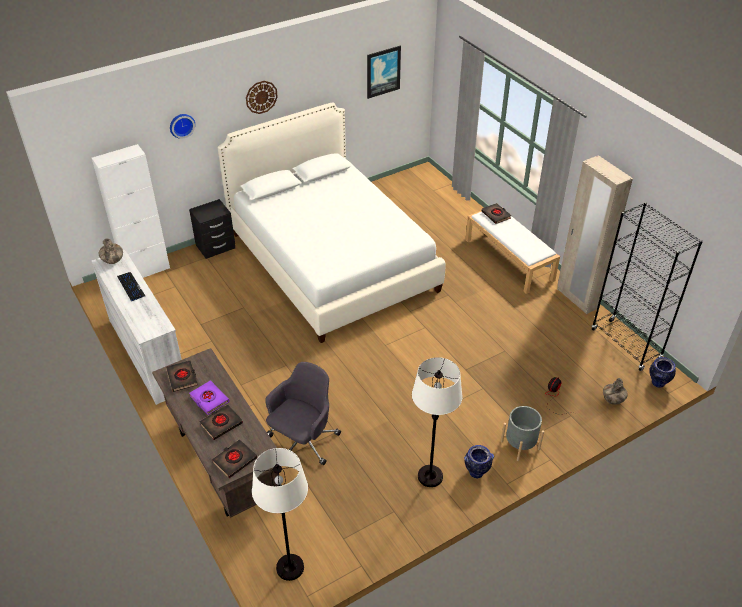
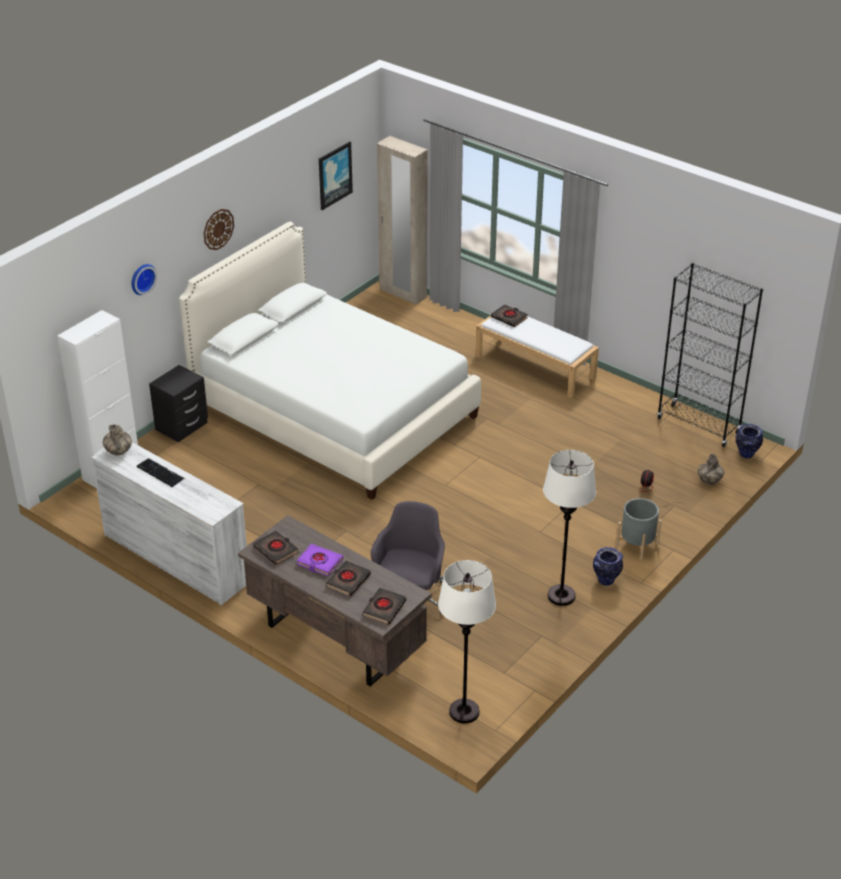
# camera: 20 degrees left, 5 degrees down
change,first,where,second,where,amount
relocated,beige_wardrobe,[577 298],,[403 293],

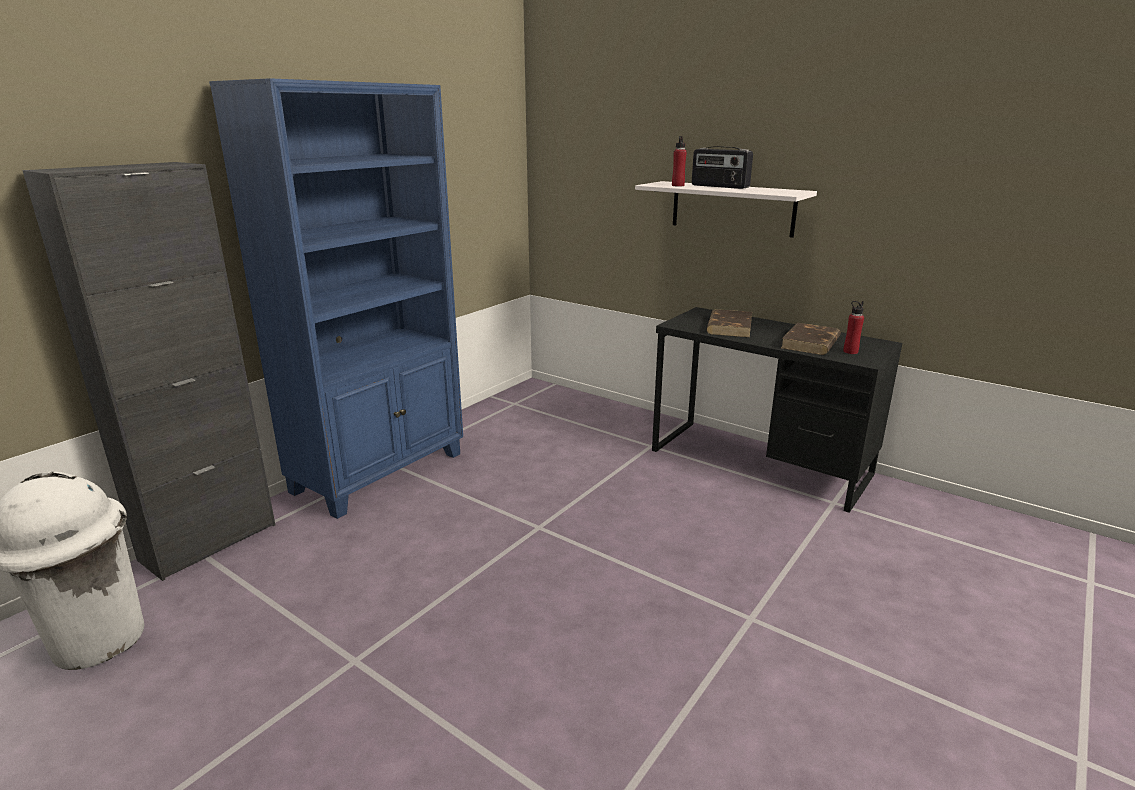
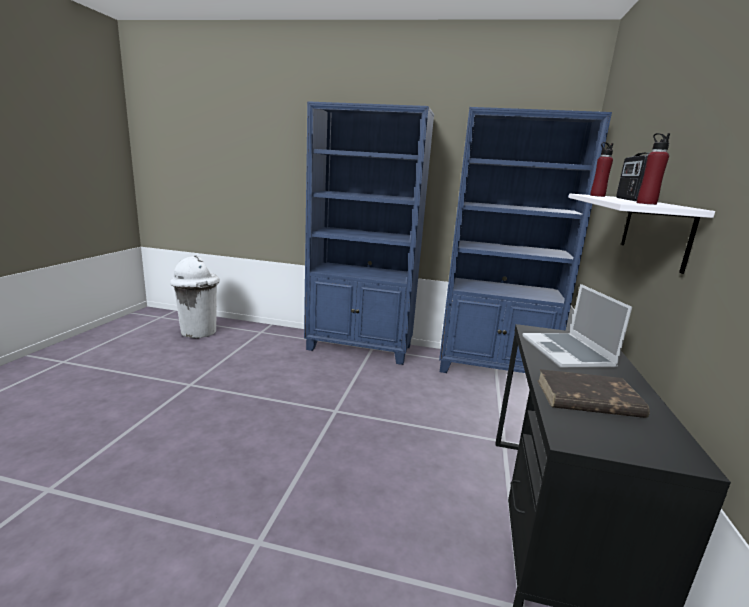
# camera: 65 degrees right, 5 degrees down
change,first,where,second,where,amount
missing,black_cabinet,[209 542],,,
exchanged,brown_book,[729 326],laptop,[568 352],
relocated,red_bottle,[850 351],,[646 203],
appeared,,,blue_bookcase,[493 370],

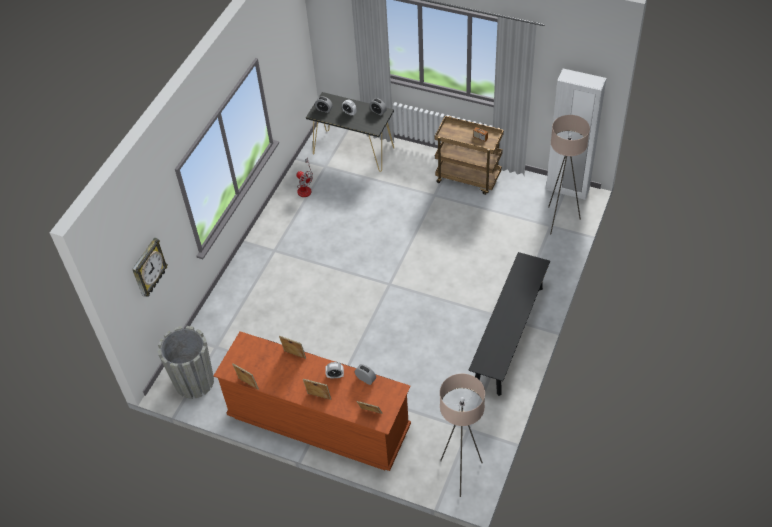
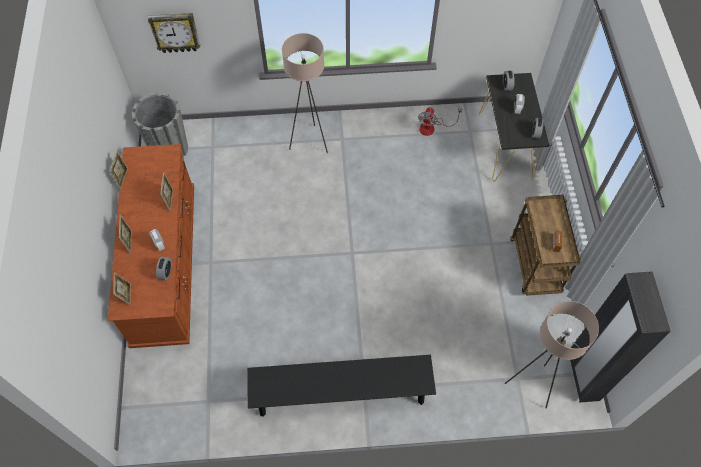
# camera: 60 degrees right, 10 degrees up
change,first,where,second,where,amount
relocated,beige_floor_lamp,[460 473],,[310 142],
colour,white_wardrobe,[567 189],black_wardrobe,[583 376],

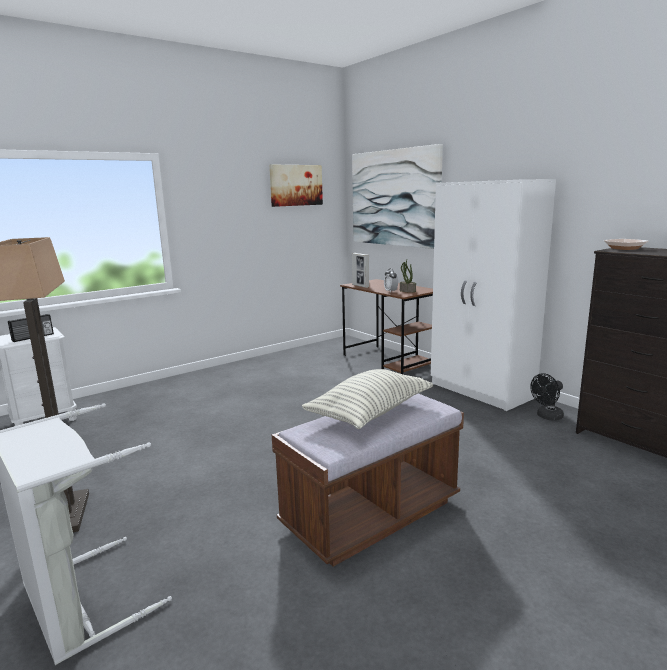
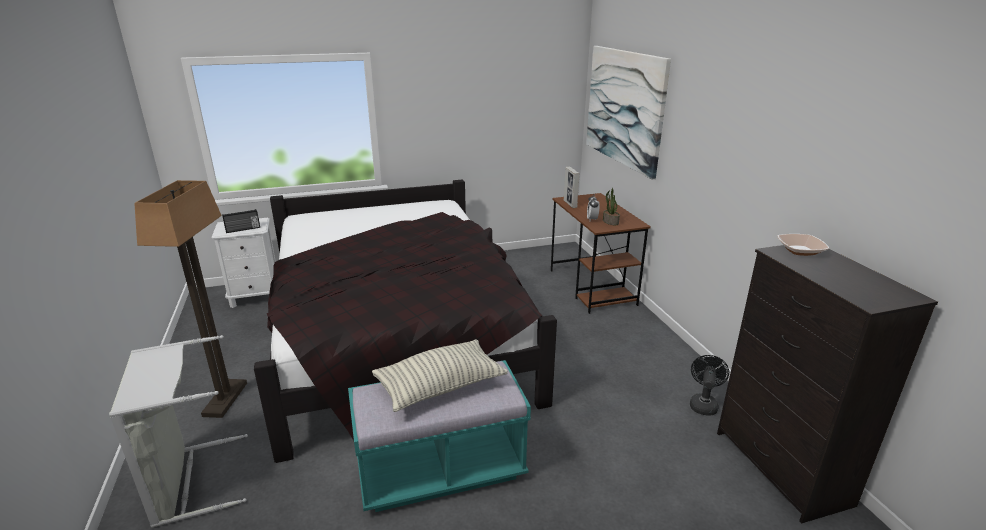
# camera: 20 degrees right, 10 degrees up
change,first,where,second,where,amount
missing,picture,[296 185],,,
colour,brown_bench,[371 514],turquoise_bench,[441 470],
missing,white_wardrobe,[482 391],,,
spun,black_fan,[547 417],,[703 404],120 degrees clockwise
appeared,,,black_bed,[397 336],

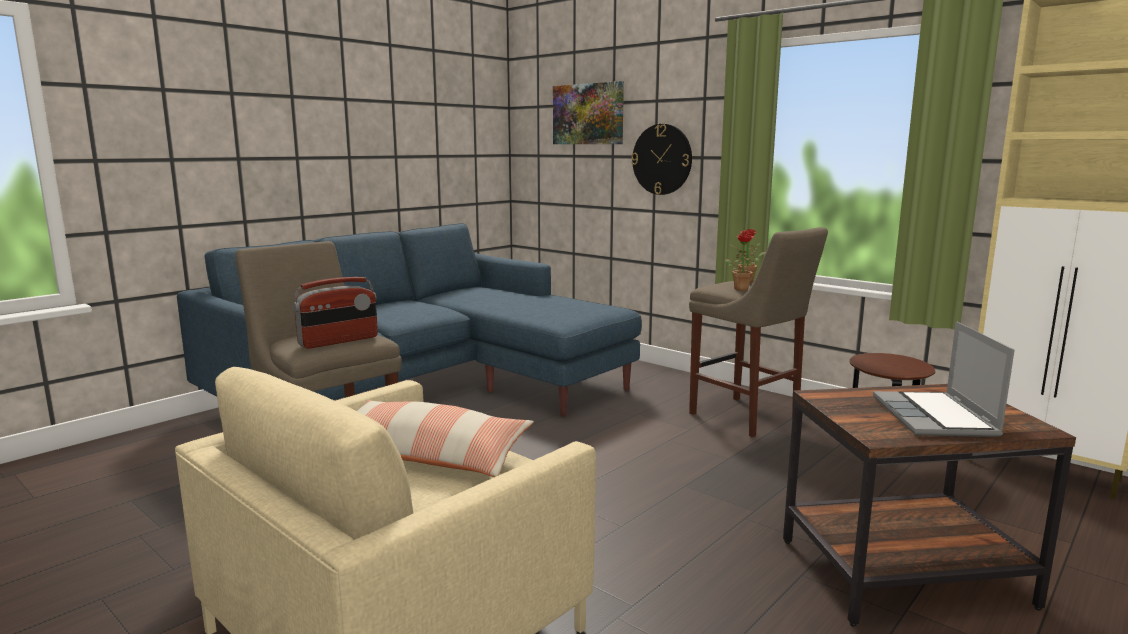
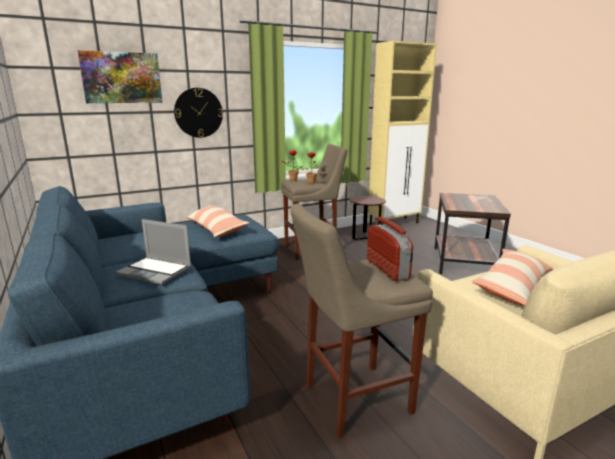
# camera: 70 degrees left, 5 degrees up
change,first,where,second,where,amount
relocated,laptop,[935 417],,[156 271],
appeared,,,pillow,[216 228],

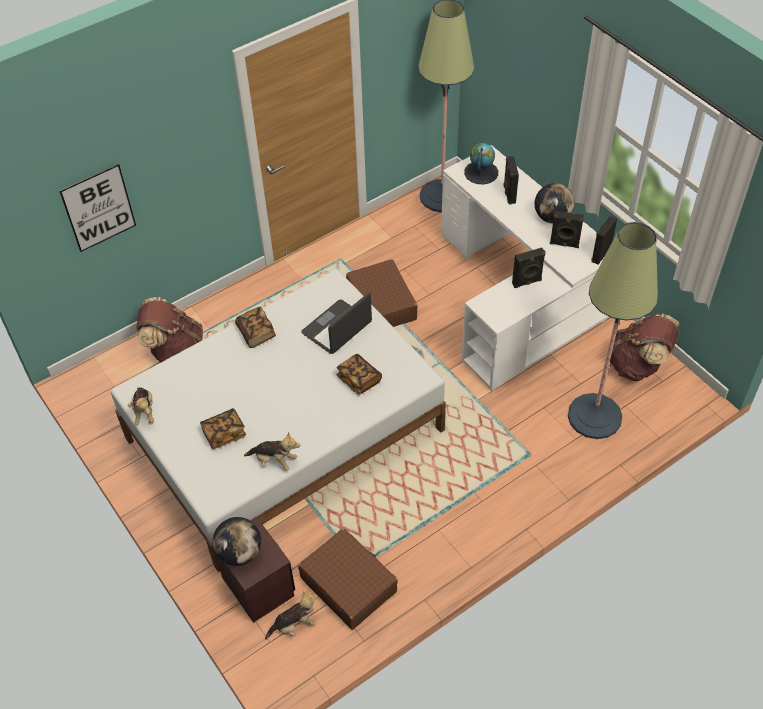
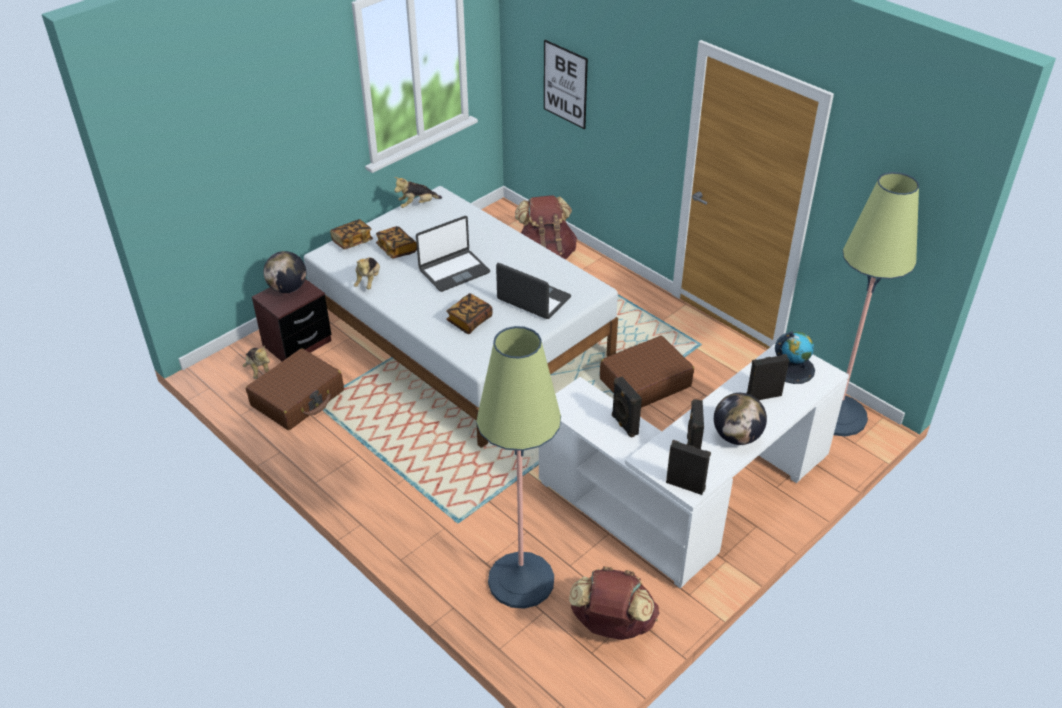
# camera: 80 degrees right, 10 degrees down
change,first,where,second,where,amount
relocated,book,[256 333],,[352 241],
appeared,,,laptop,[454 271],

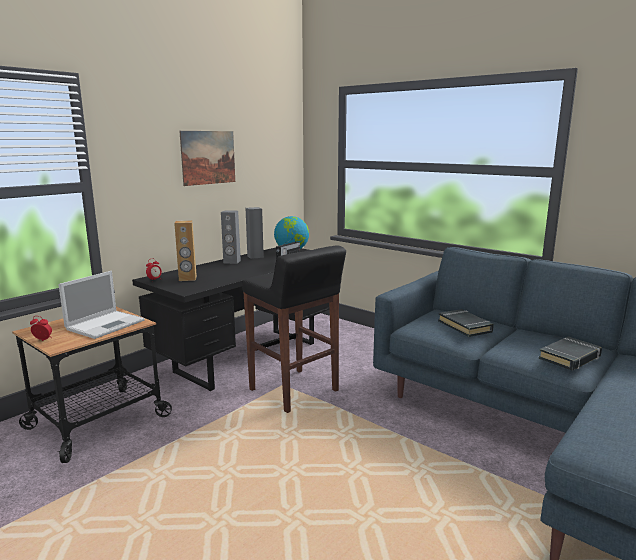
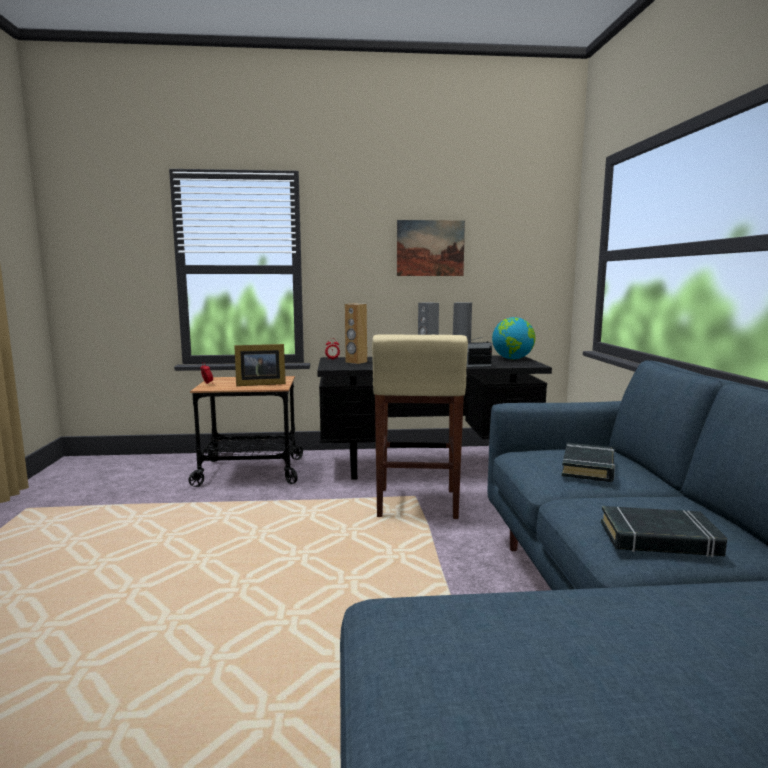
# camera: 45 degrees right, 5 degrees down
change,first,where,second,where,amount
exchanged,laptop,[106 324],picture_frame,[259 384],
colour,black_stool,[294 391],beige_stool,[417 504],

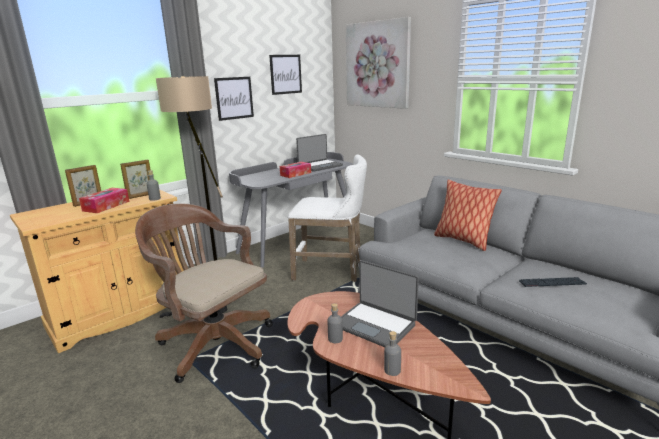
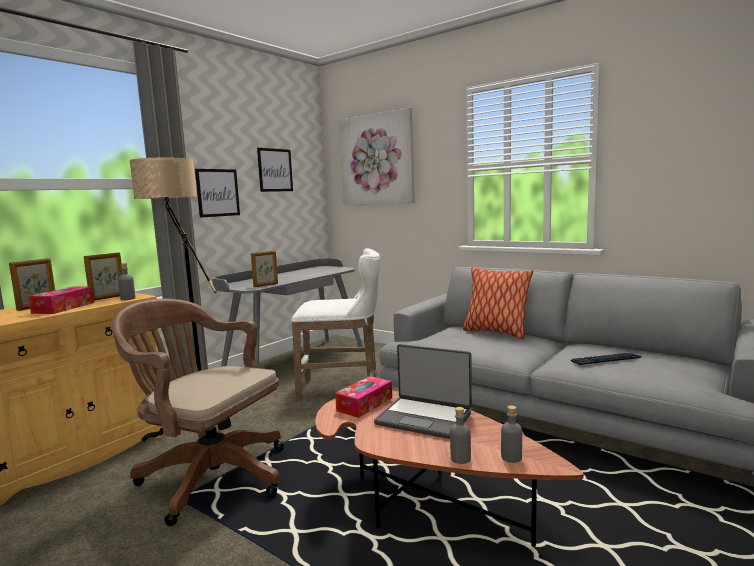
# camera: 10 degrees left, 10 degrees down
change,first,where,second,where,amount
relocated,tissue_box,[295 174],,[365 404],
missing,laptop,[320 166],,,
relocated,grey_bottle,[335 339],,[511 457],
appeared,,,picture_frame,[266 285],

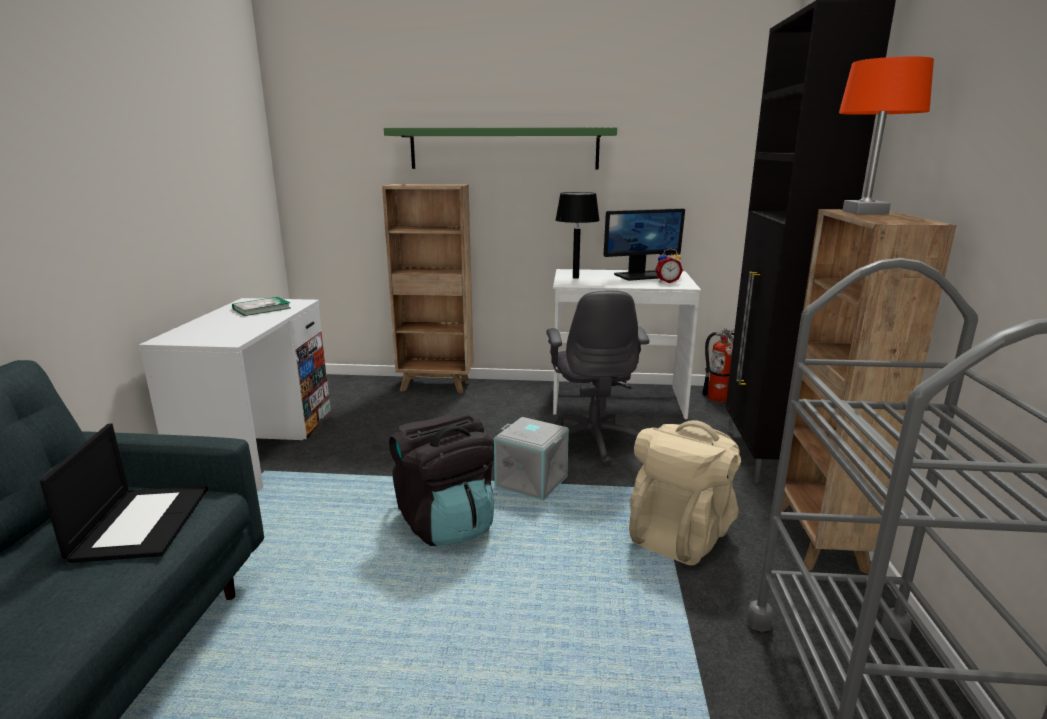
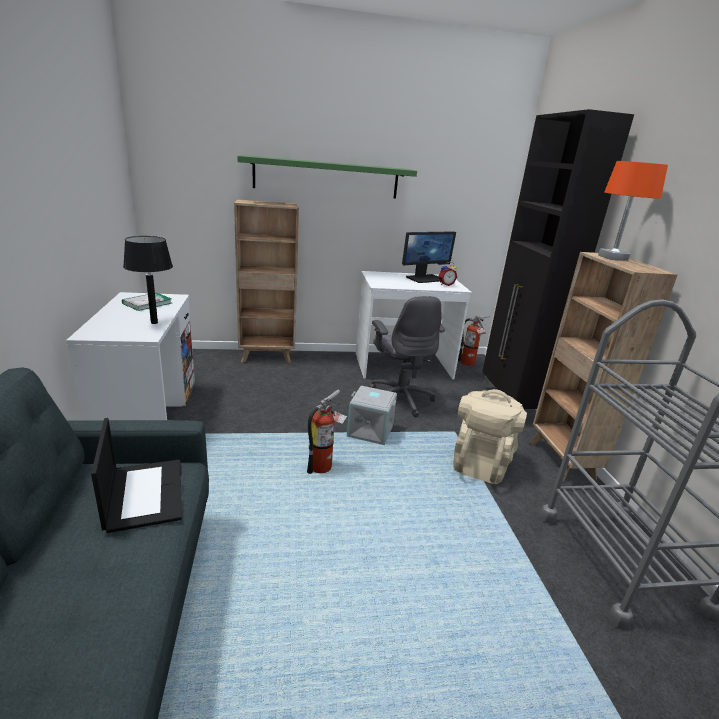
# camera: 15 degrees left, 5 degrees up
change,first,where,second,where,amount
exchanged,black_backpack,[446 523],fire_extinguisher,[324 466],
relocated,black_table_lamp,[575 278],,[154 323],

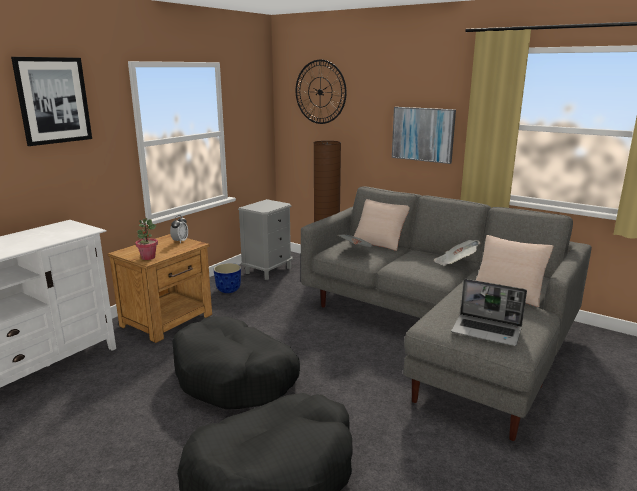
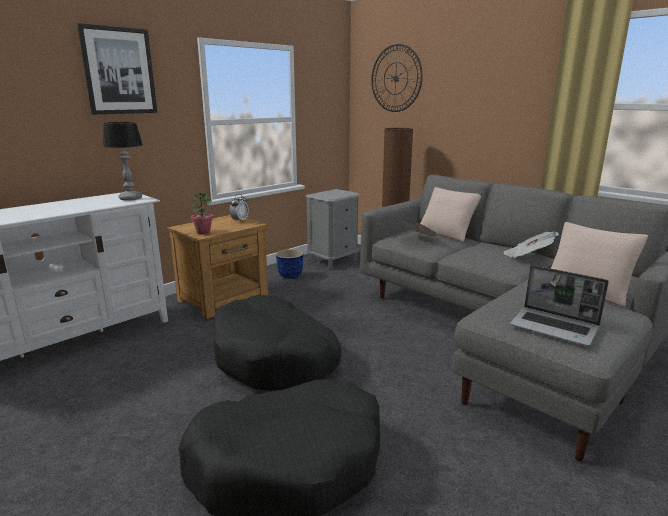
# camera: 10 degrees right, 0 degrees up
change,first,where,second,where,amount
missing,picture,[423 134],,,
appeared,,,table_lamp,[130 198],

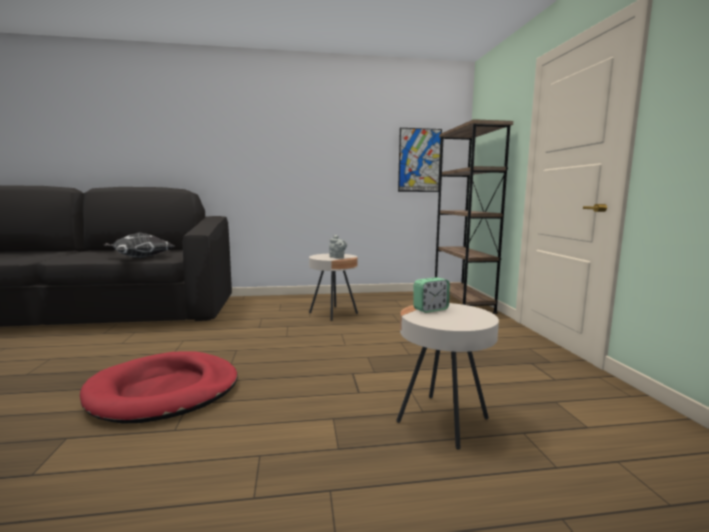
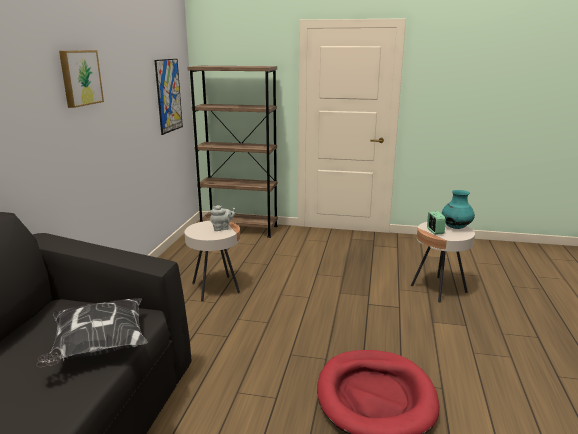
# camera: 70 degrees left, 10 degrees up
change,first,where,second,where,amount
appeared,,,picture,[80 78],
appeared,,,turquoise_vase,[456 227],

